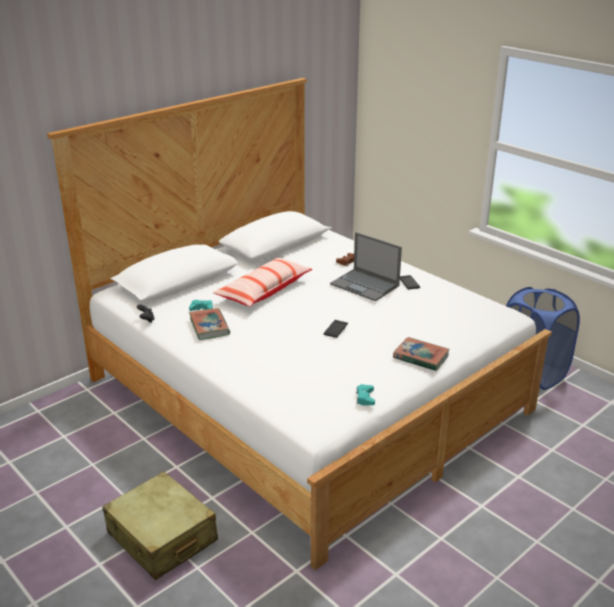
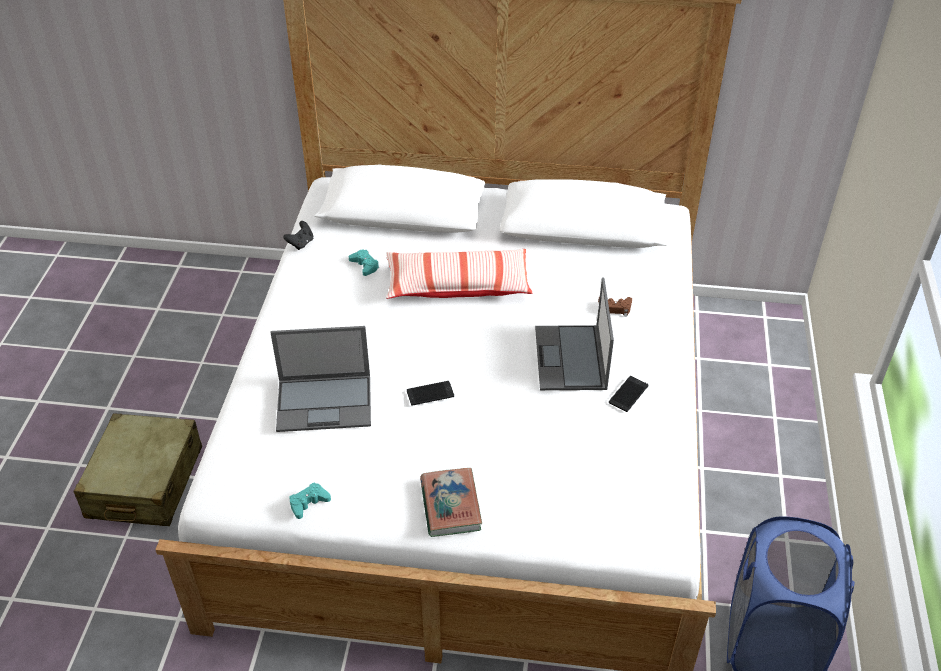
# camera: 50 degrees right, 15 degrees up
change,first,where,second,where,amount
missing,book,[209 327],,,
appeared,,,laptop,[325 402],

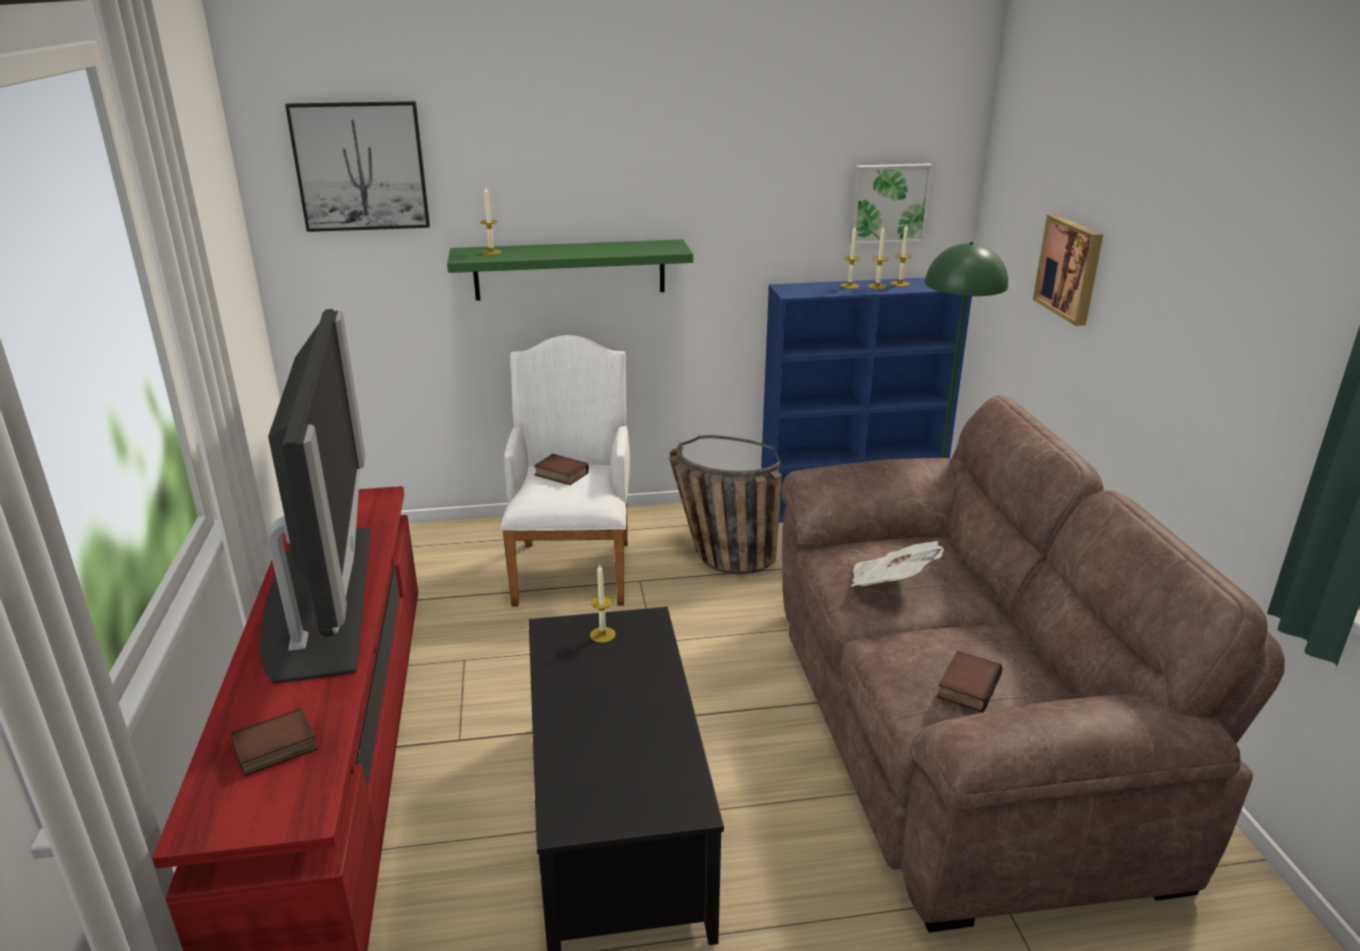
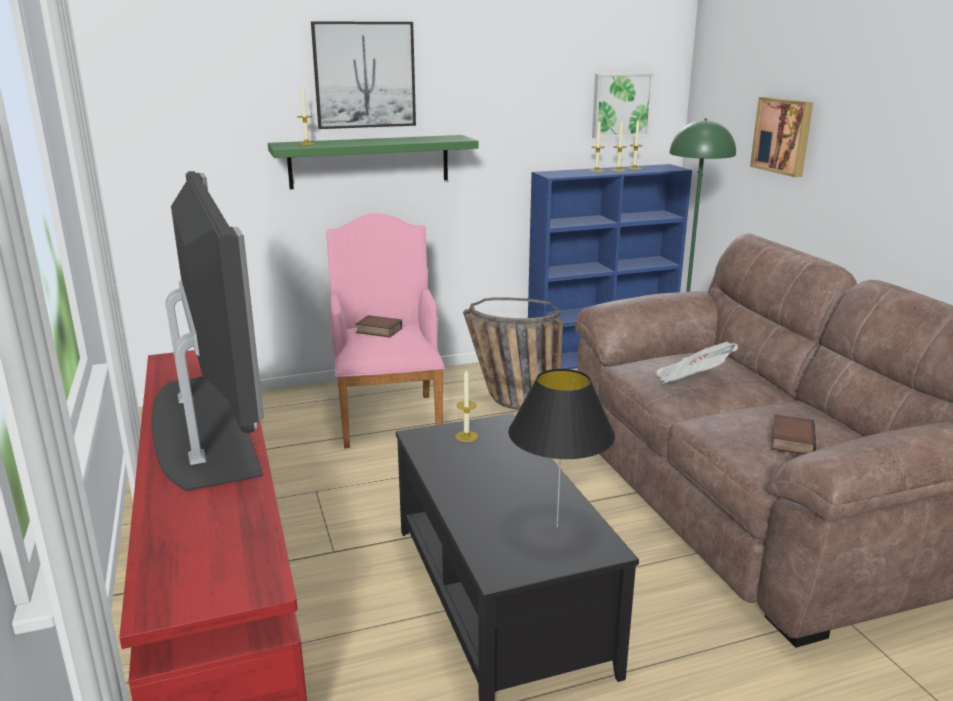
# camera: 10 degrees left, 5 degrees down
change,first,where,second,where,amount
missing,book,[275 749],,,
relocated,picture,[361 166],,[364 75],
colour,white_armchair,[574 567],pink_armchair,[388 416],
appeared,,,black_table_lamp,[557 527],

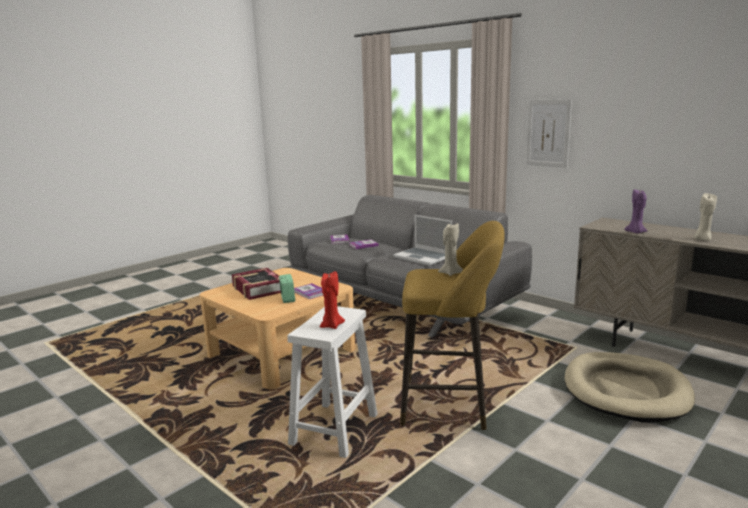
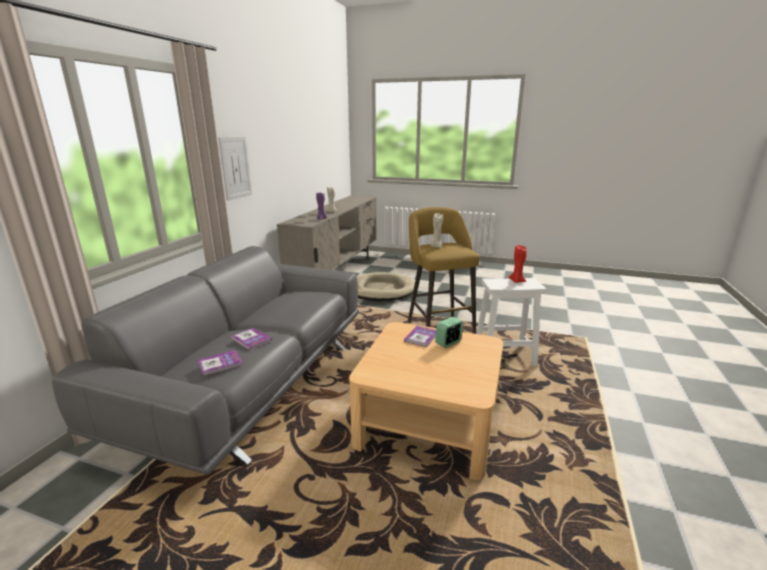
# camera: 115 degrees left, 5 degrees up
change,first,where,second,where,amount
missing,book,[258 289],,,
missing,laptop,[424 257],,,

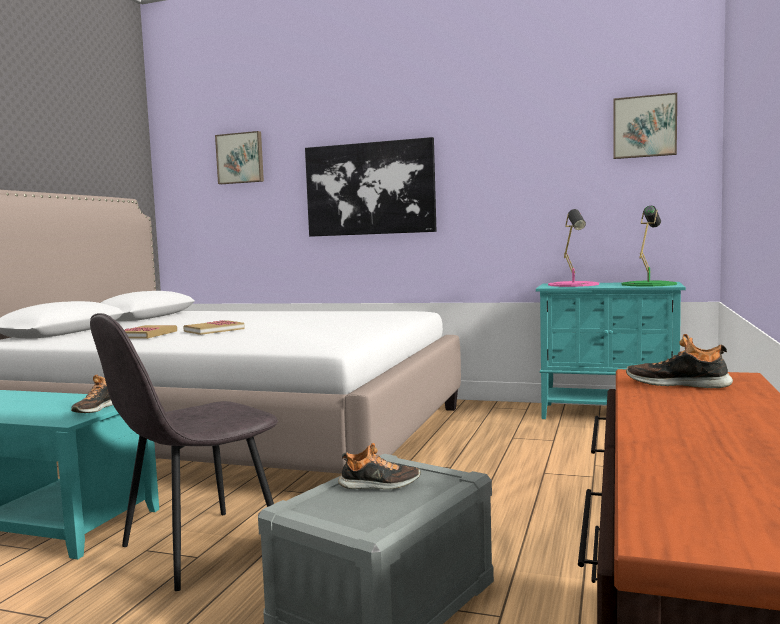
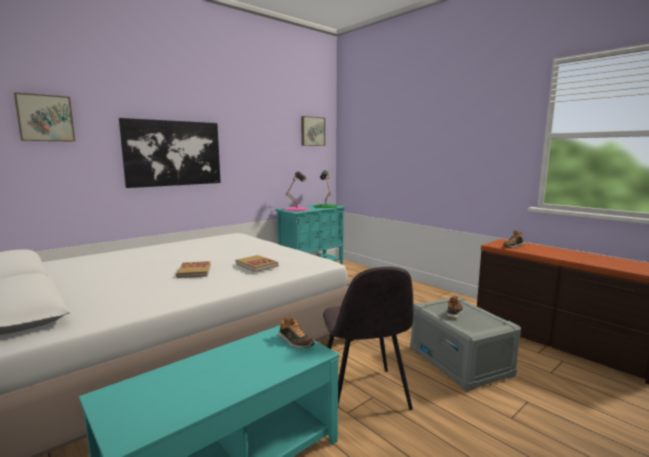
# camera: 60 degrees left, 5 degrees up
change,first,where,second,where,amount
relocated,book,[147 334],,[256 265],

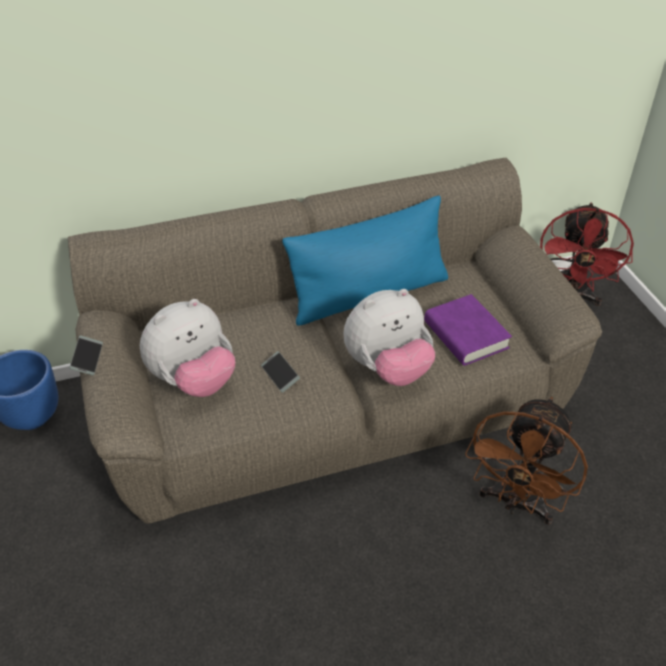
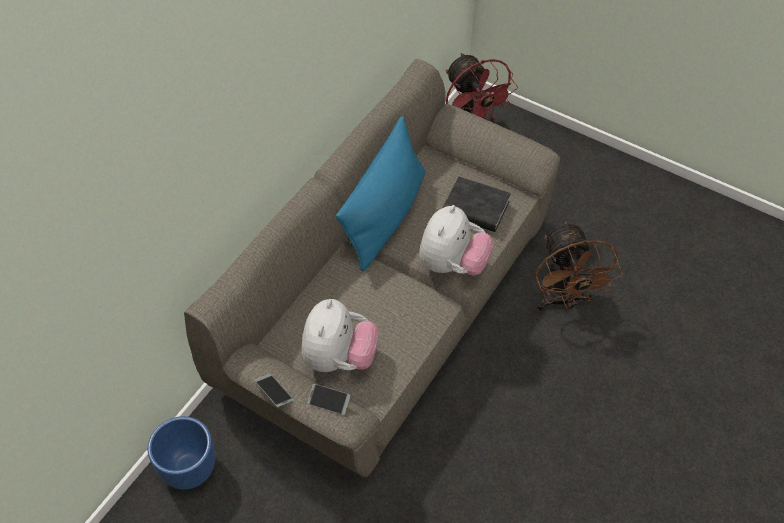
# camera: 40 degrees left, 10 degrees up
change,first,where,second,where,amount
relocated,phone,[280 375],,[329 401],
colour,purple_book,[465 335],black_book,[475 209],

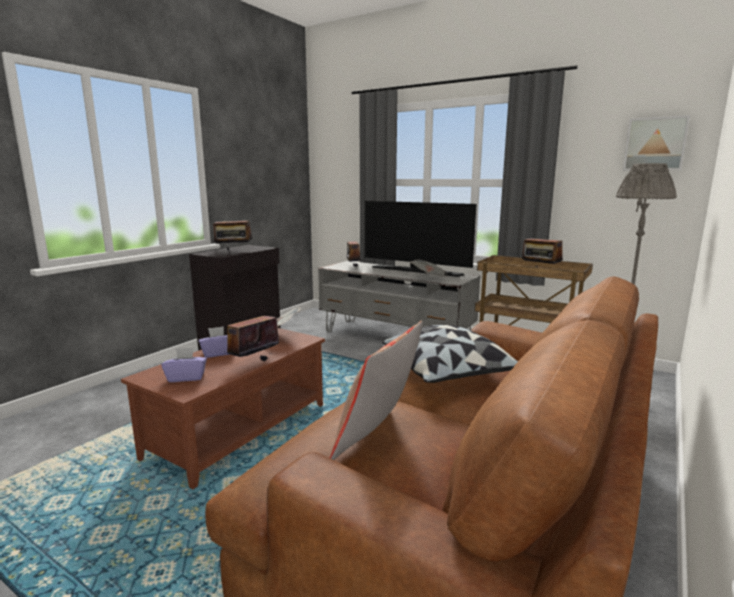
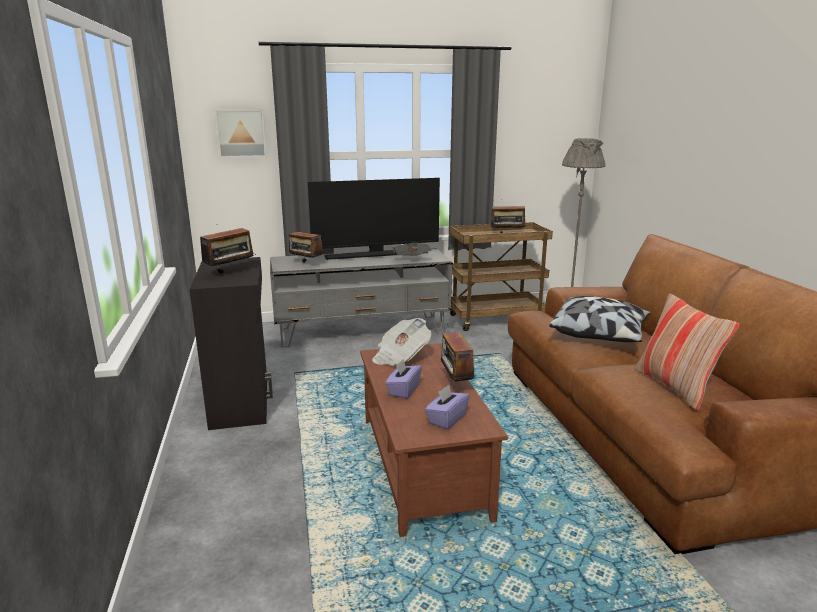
# camera: 45 degrees left, 5 degrees up
change,first,where,second,where,amount
relocated,picture,[655 144],,[241 133],

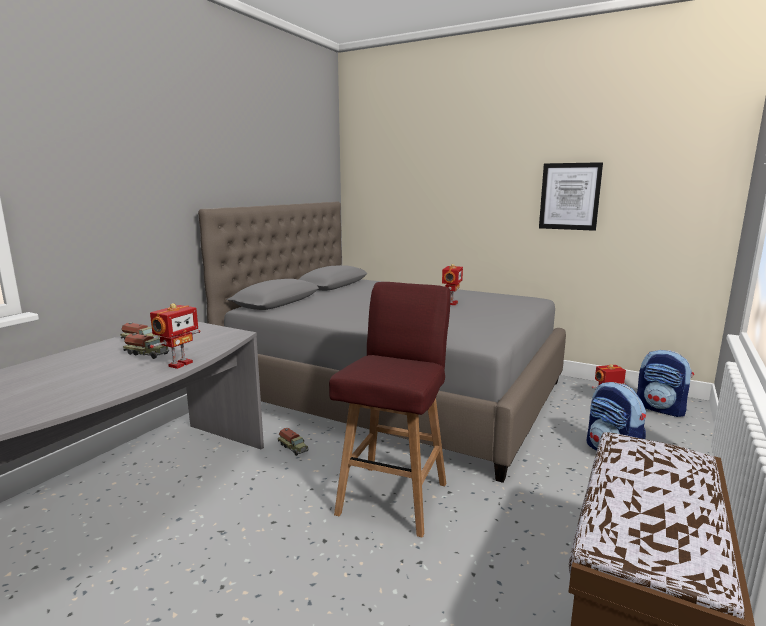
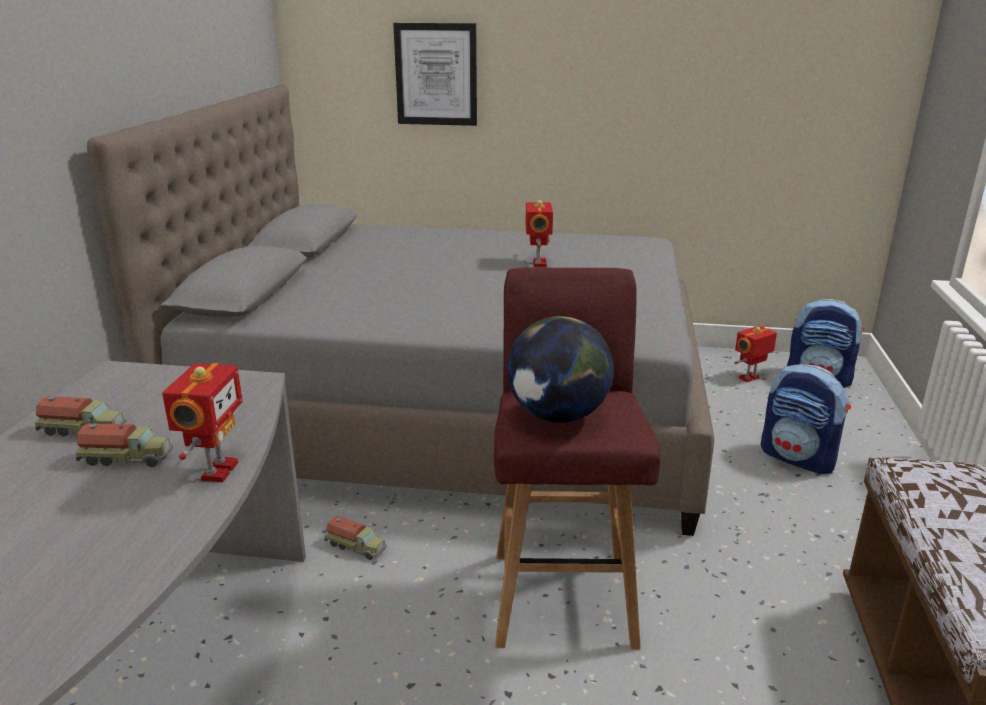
# camera: 20 degrees left, 10 degrees up
change,first,where,second,where,amount
relocated,picture,[569 196],,[436 74],
appeared,,,globe,[558 416],

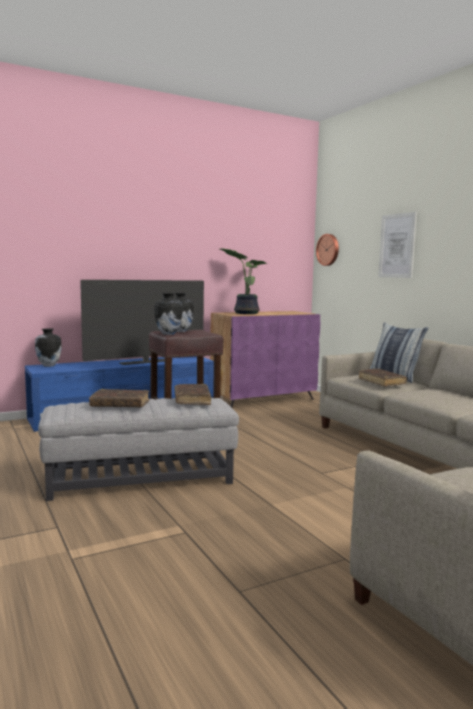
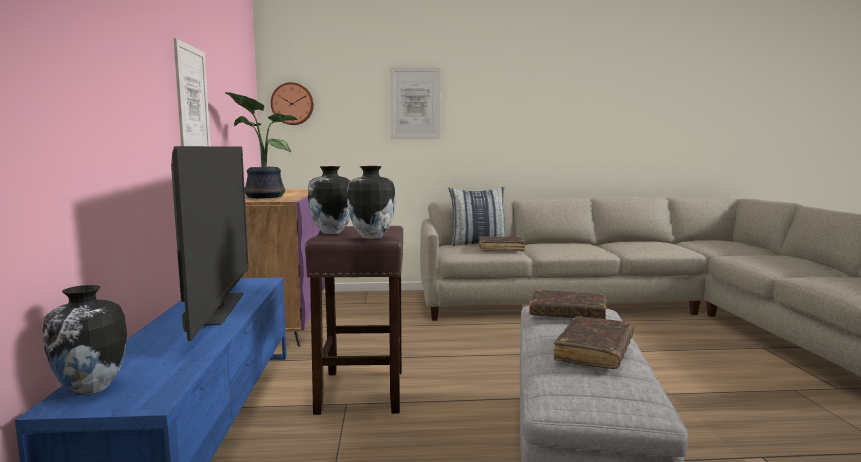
# camera: 65 degrees left, 0 degrees up
change,first,where,second,where,amount
appeared,,,picture,[192 100],

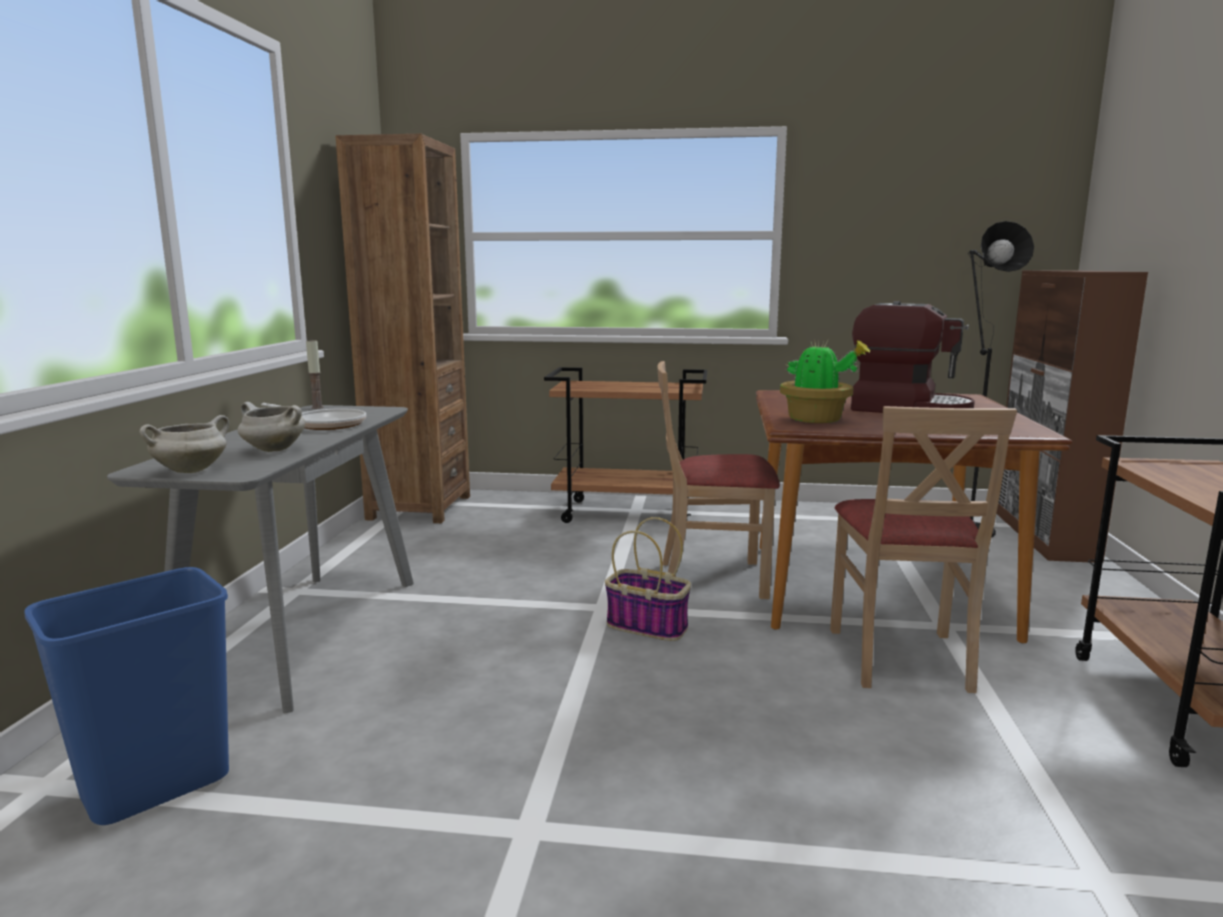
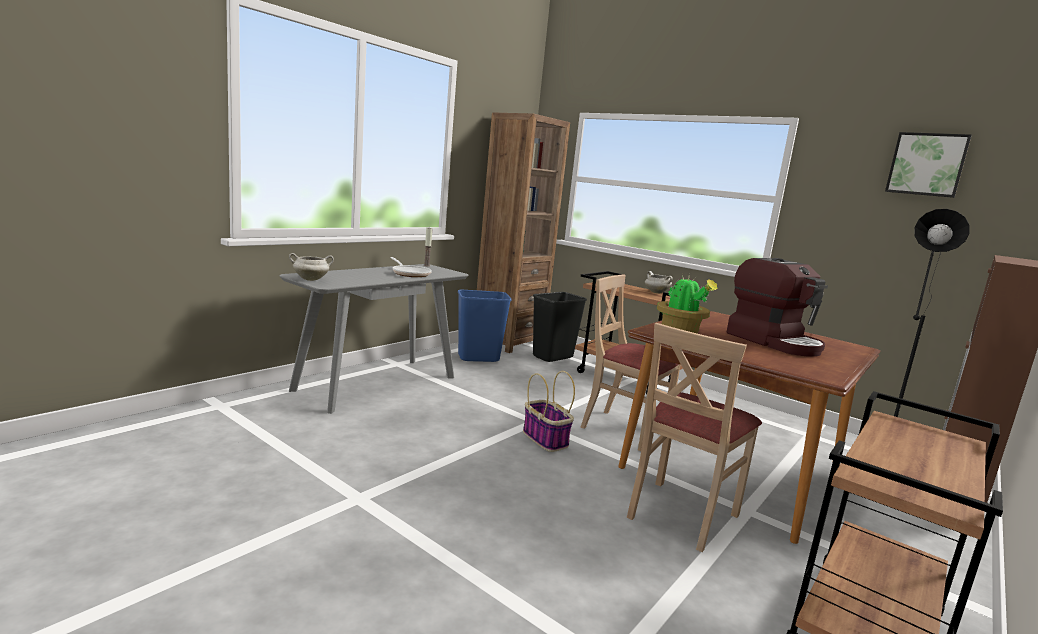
# camera: 30 degrees right, 0 degrees up
change,first,where,second,where,amount
relocated,blue_trash_can,[157 785],,[479 358],
relocated,white_cooking_pot,[272 450],,[656 292],
appeared,,,black_trash_can,[552 357],
appeared,,,picture,[927 164],

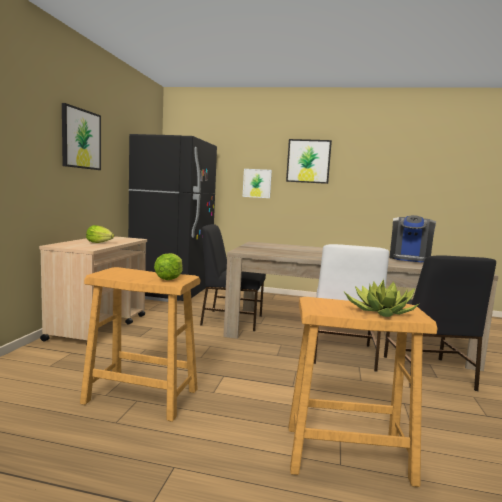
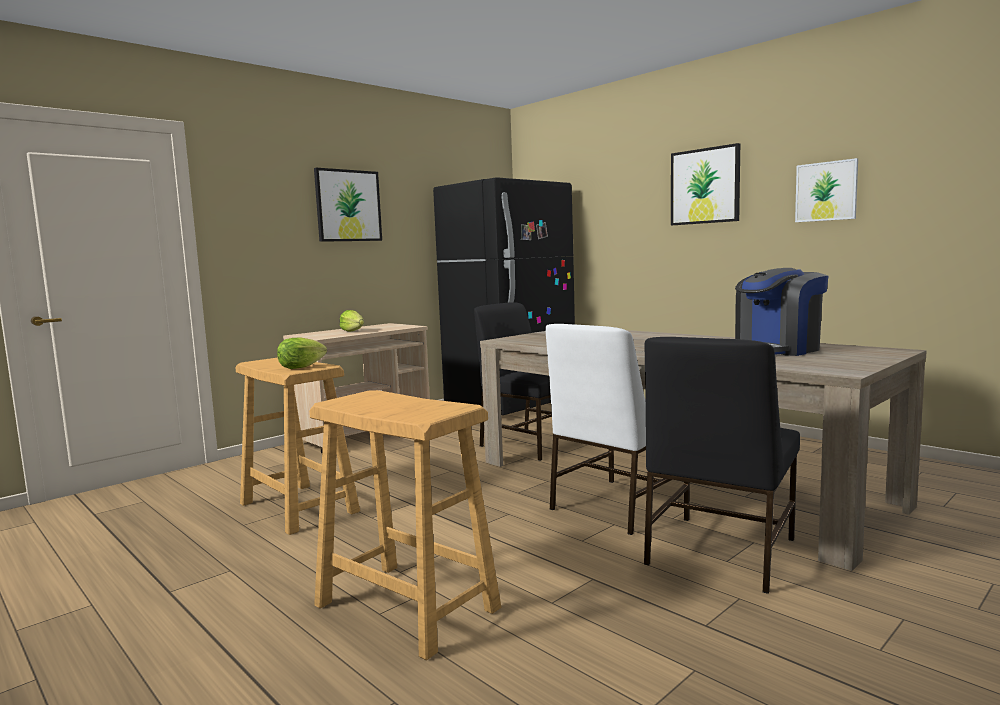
# camera: 35 degrees right, 0 degrees up
change,first,where,second,where,amount
relocated,picture,[257 183],,[826 191],
missing,potted_plant,[379 311],,,

